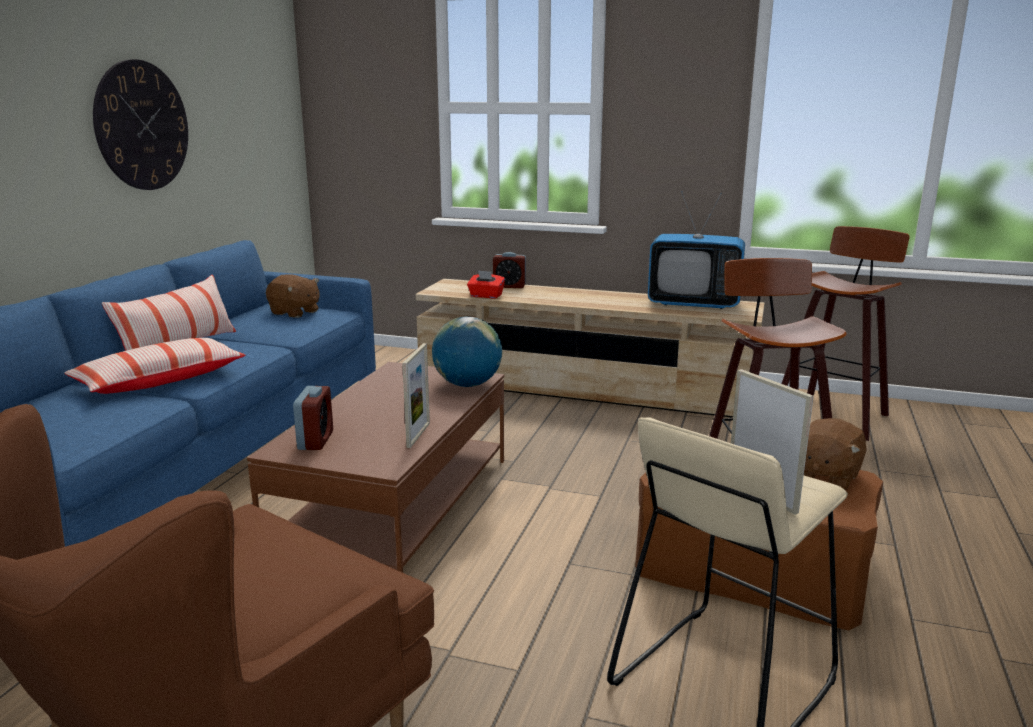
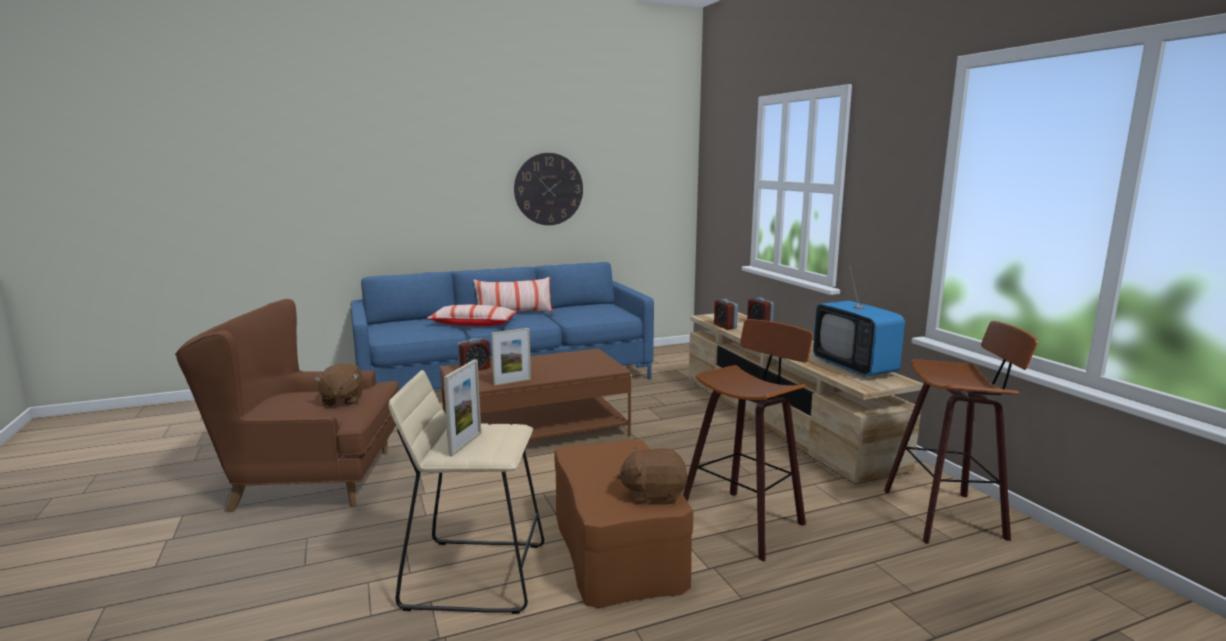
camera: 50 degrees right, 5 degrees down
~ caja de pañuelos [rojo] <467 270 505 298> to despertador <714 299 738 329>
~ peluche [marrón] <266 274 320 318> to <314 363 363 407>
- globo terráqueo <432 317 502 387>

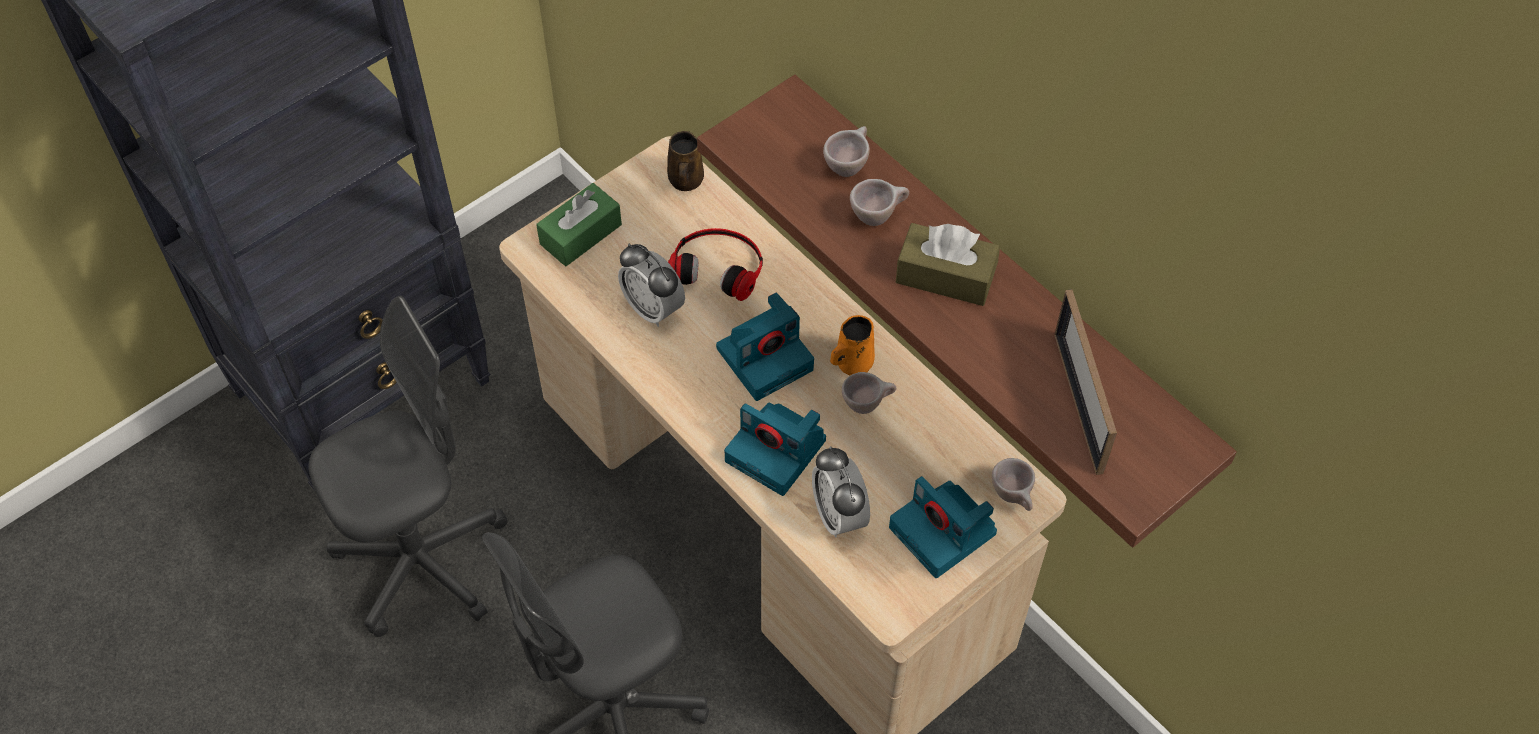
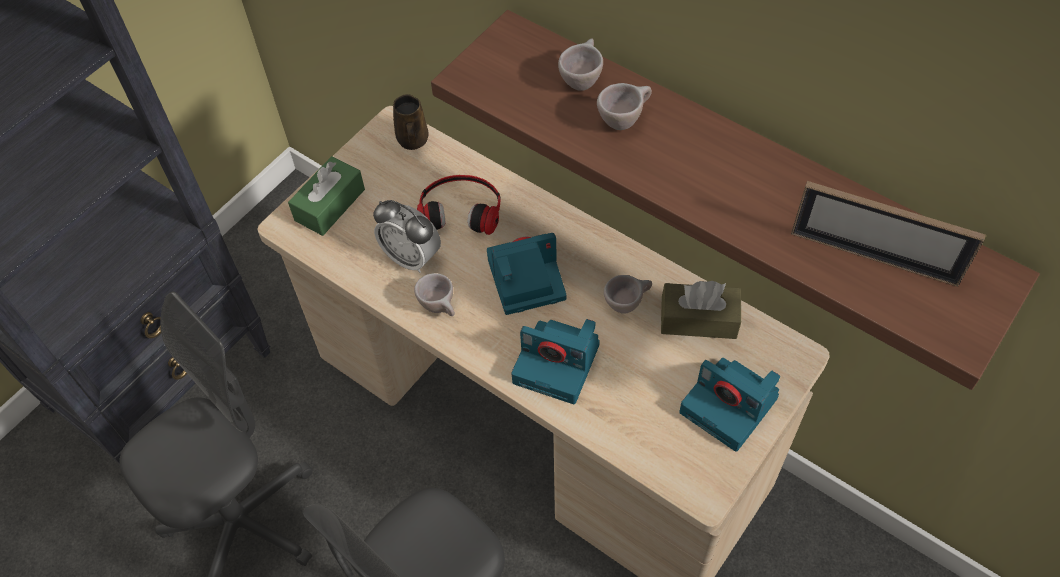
camera: 10 degrees left, 0 degrees up
~ caja de pañuelos [marrón] <896 223 1000 306> to <661 281 741 339>
~ portarretratos <1054 289 1117 475> = <791 181 986 287> 45 degrees counterclockwise
~ cámara <716 293 814 401> = <487 233 566 315> 150 degrees counterclockwise
- taza grande [naranja] <830 315 875 375>
- despertador <812 446 870 537>
~ taza [beis] <992 458 1035 511> to <414 273 455 316>

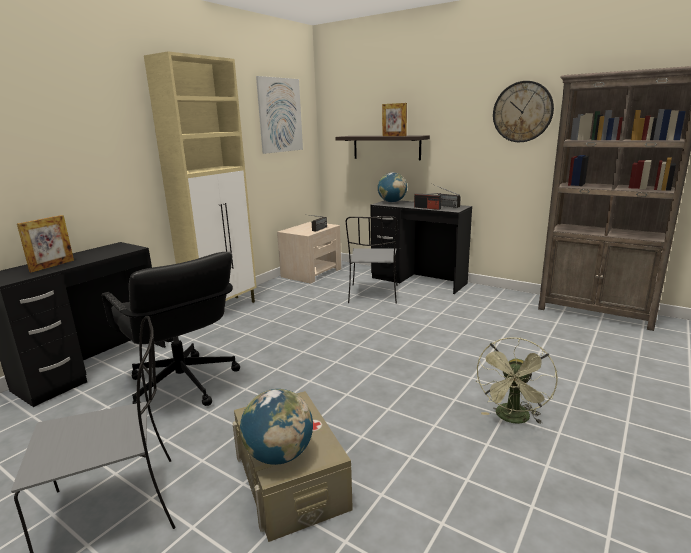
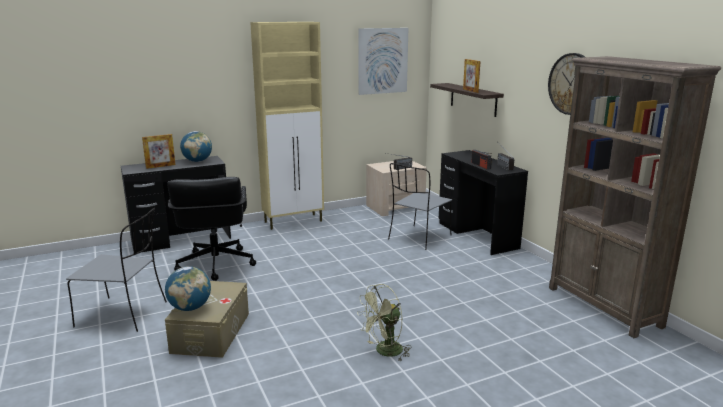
camera: 30 degrees right, 0 degrees up
~ globo terráqueo <378 173 407 202> to <180 131 212 162>

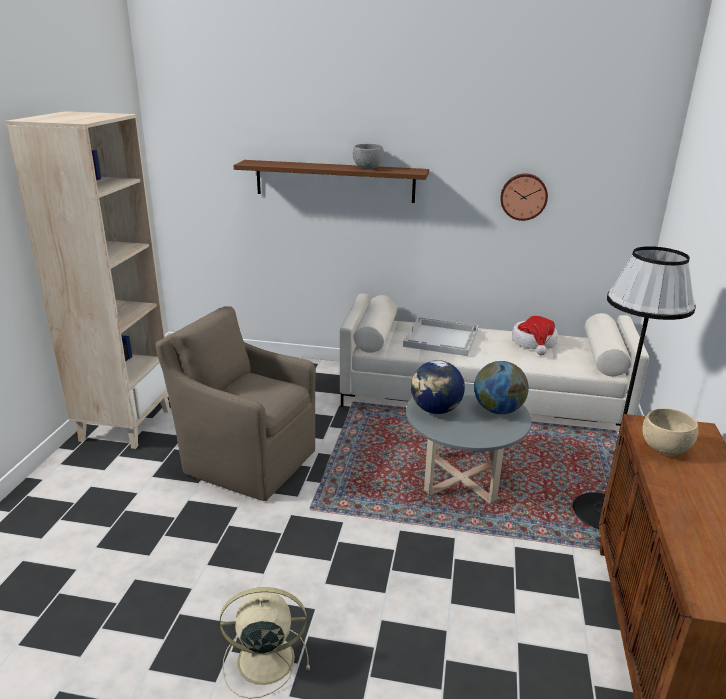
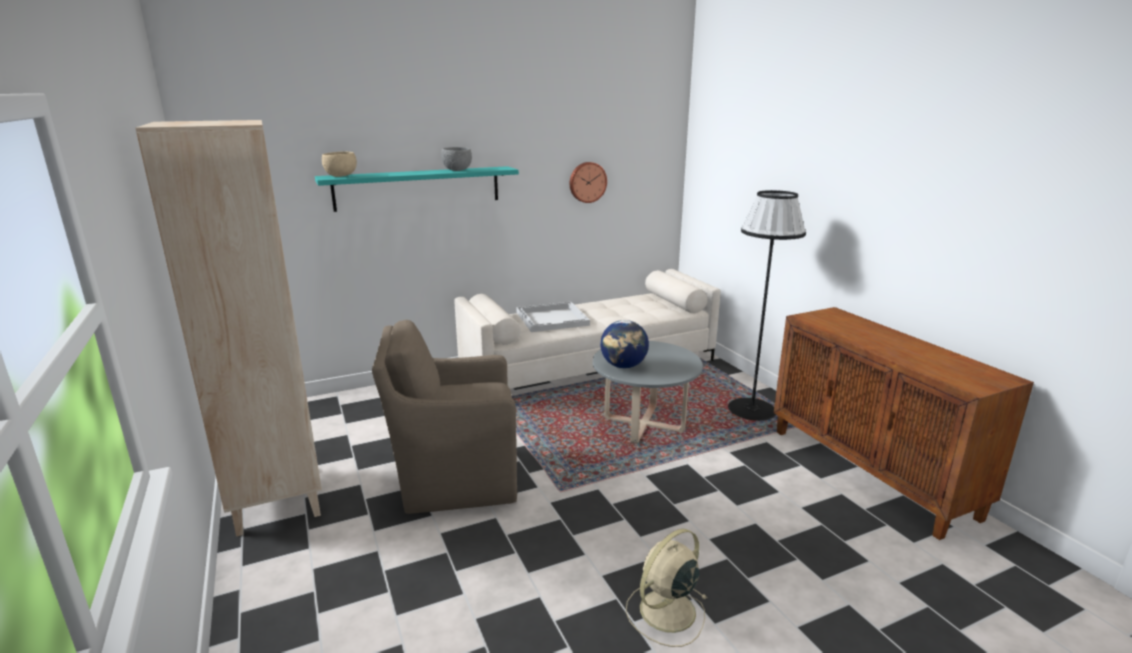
camera: 35 degrees left, 5 degrees down
~ estante [marrón] <233 160 429 203> to estante [turquesa] <315 166 519 212>
- sombrero <512 316 558 355>
- globo terráqueo <474 361 529 414>
~ cuenco [beis] <642 408 699 455> to <322 152 357 177>

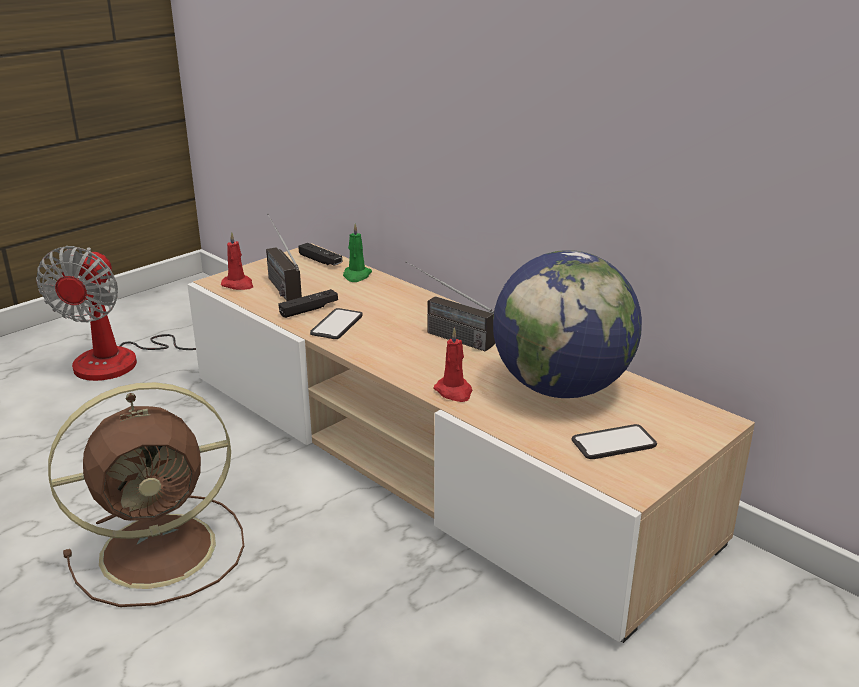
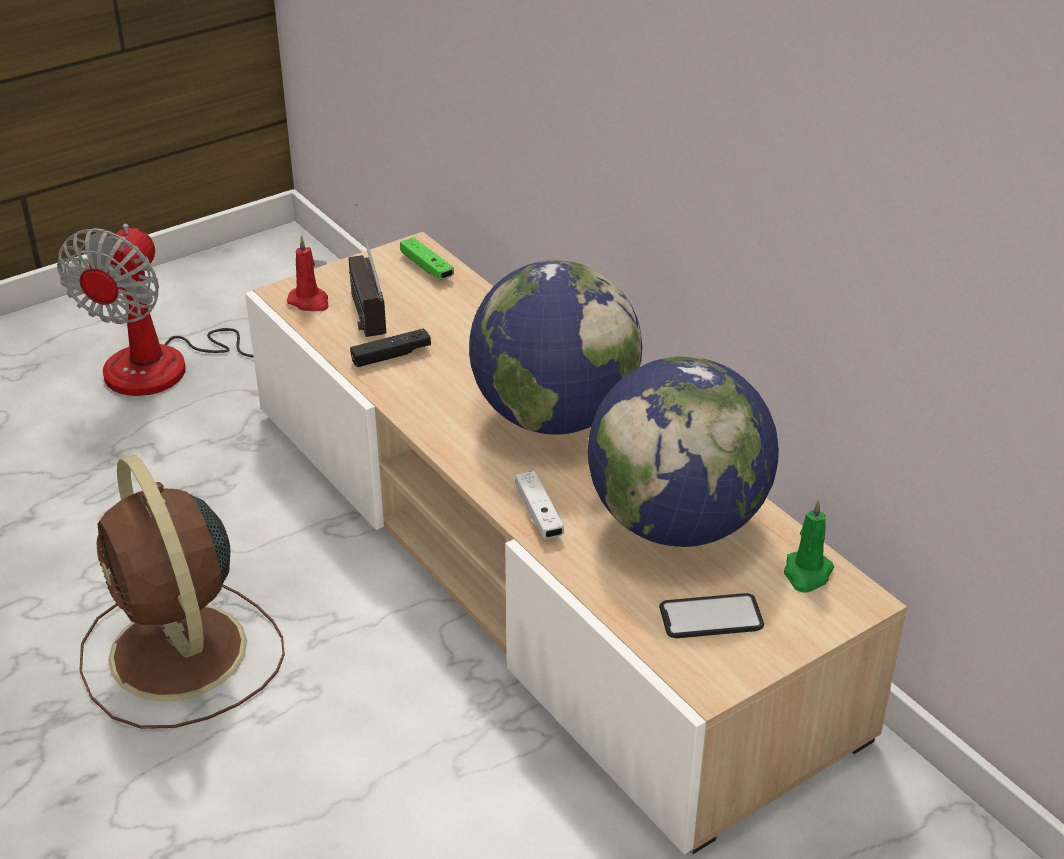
camera: 10 degrees right, 10 degrees up
~ vela [verde] <343 224 372 282> to <784 499 834 593>
~ mando de consola [negro] <298 243 342 266> to mando de consola [verde] <400 237 454 280>
~ radio <406 261 495 351> to globo terráqueo <469 260 642 435>
- móvil <310 308 363 339>
~ vela [rojo] <433 327 472 402> to mando de consola [blanco] <515 471 564 539>
~ ventilador [marrón] <48 382 244 607> = <79 455 285 729> 75 degrees clockwise

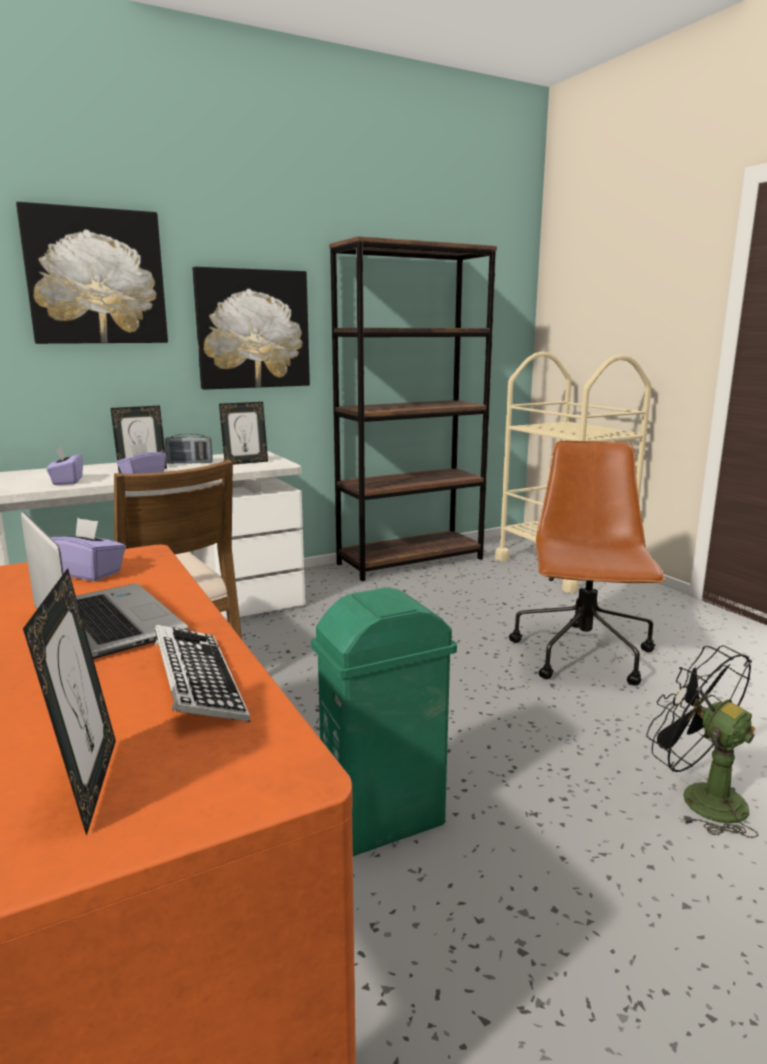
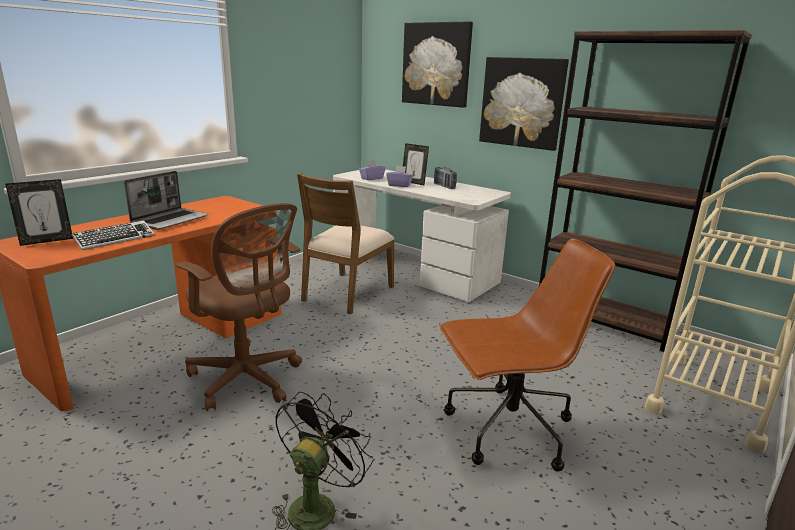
camera: 65 degrees right, 5 degrees up
- portarretratos <219 402 268 465>
- caja de pañuelos [morado] <51 518 126 581>
~ papelera [verde] <311 587 457 856> to silla de oficina [marrón] <176 203 302 411>

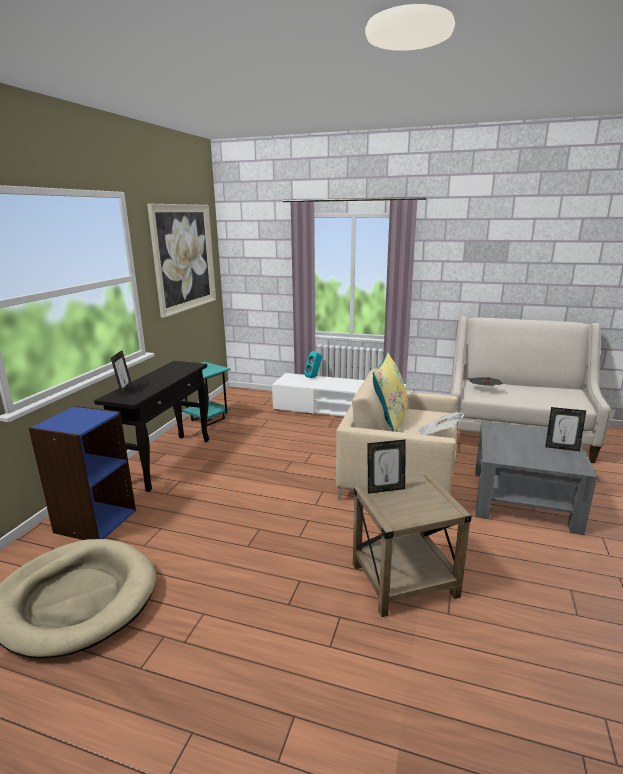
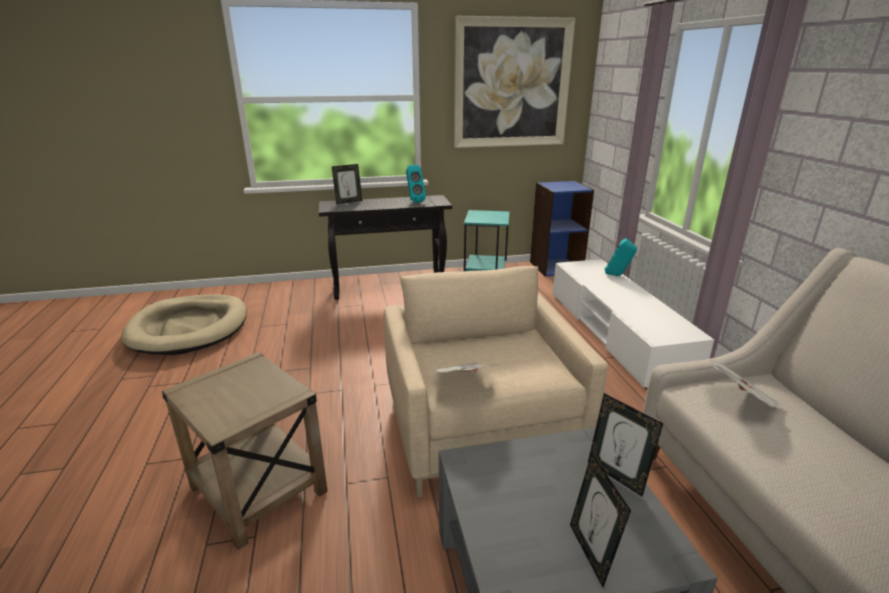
camera: 60 degrees right, 5 degrees up
- cojín [amarillo] <373 353 408 432>
~ estantería [azul] <28 406 136 540> to <530 181 594 277>
~ portarretratos <367 439 406 494> to <588 393 663 496>
+ altavoz [turquesa] <406 165 426 203>

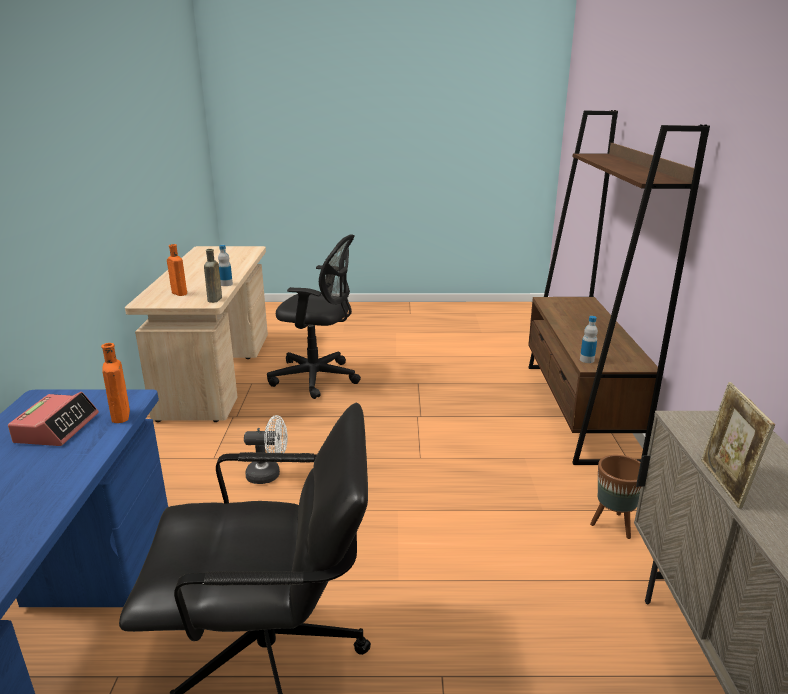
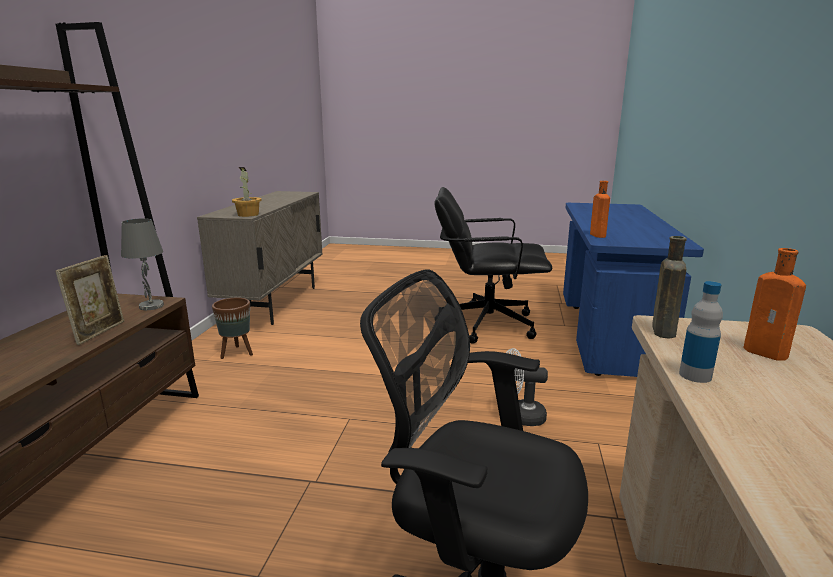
camera: 170 degrees left, 5 degrees down
~ botella <580 316 598 363> to lámpara de mesa [gris] <121 218 164 310>
~ portarretratos <701 382 775 509> to <56 255 124 345>
- despertador <8 392 99 446>
+ planta en maceta <232 167 262 217>

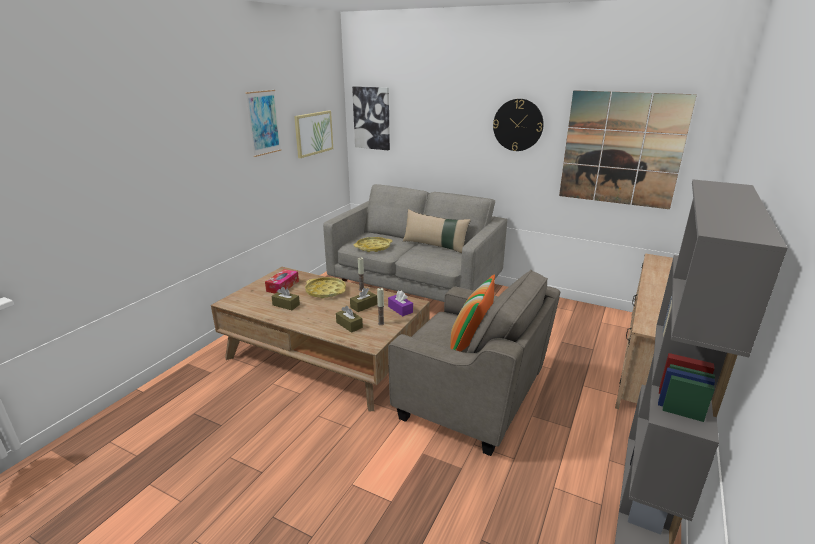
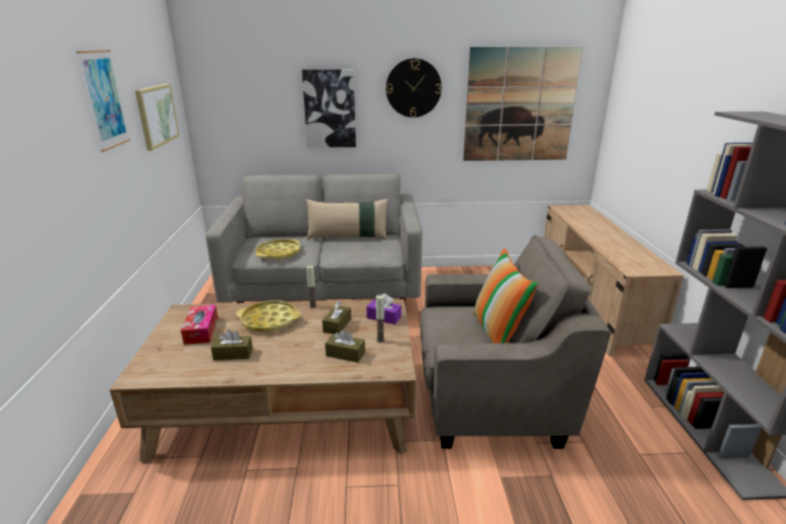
camera: 30 degrees left, 0 degrees up
~ cuadro <352 86 390 150> to <302 69 356 148>

